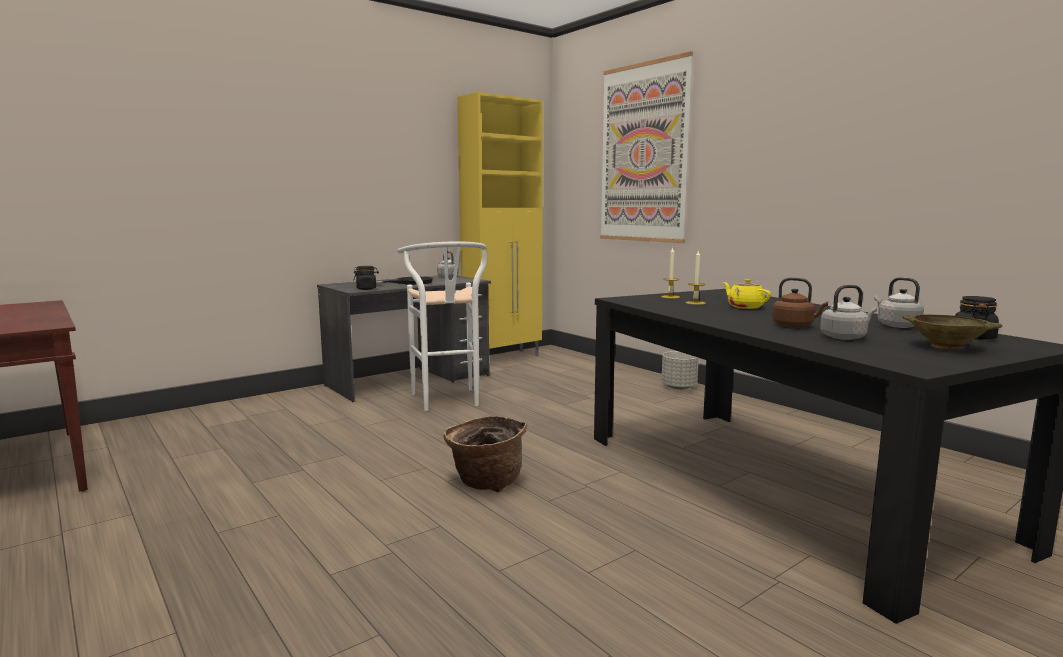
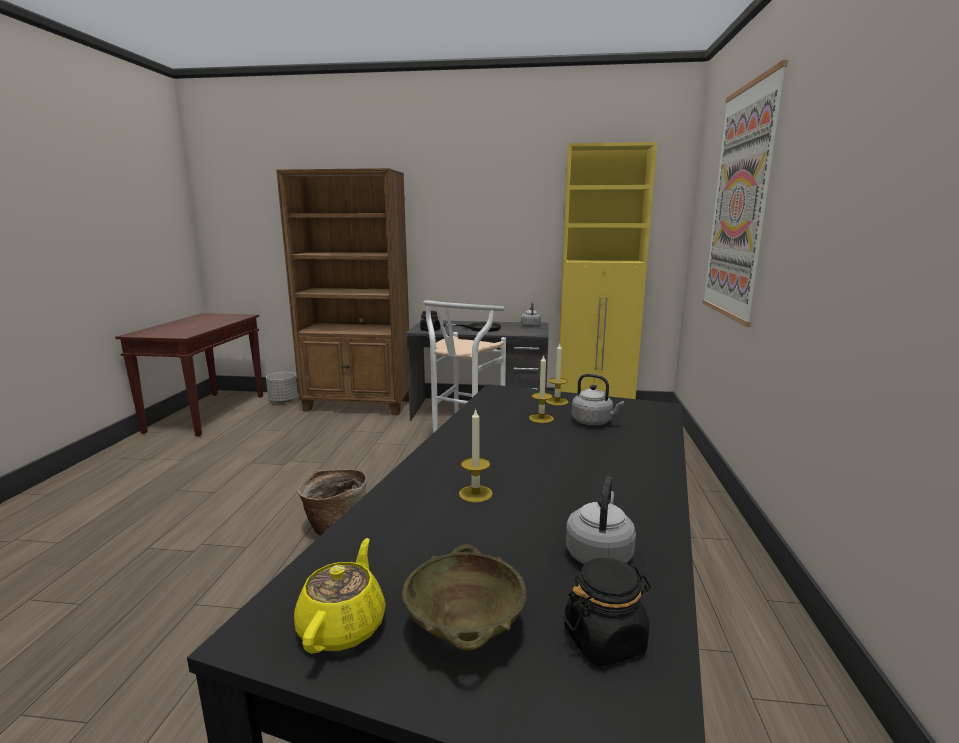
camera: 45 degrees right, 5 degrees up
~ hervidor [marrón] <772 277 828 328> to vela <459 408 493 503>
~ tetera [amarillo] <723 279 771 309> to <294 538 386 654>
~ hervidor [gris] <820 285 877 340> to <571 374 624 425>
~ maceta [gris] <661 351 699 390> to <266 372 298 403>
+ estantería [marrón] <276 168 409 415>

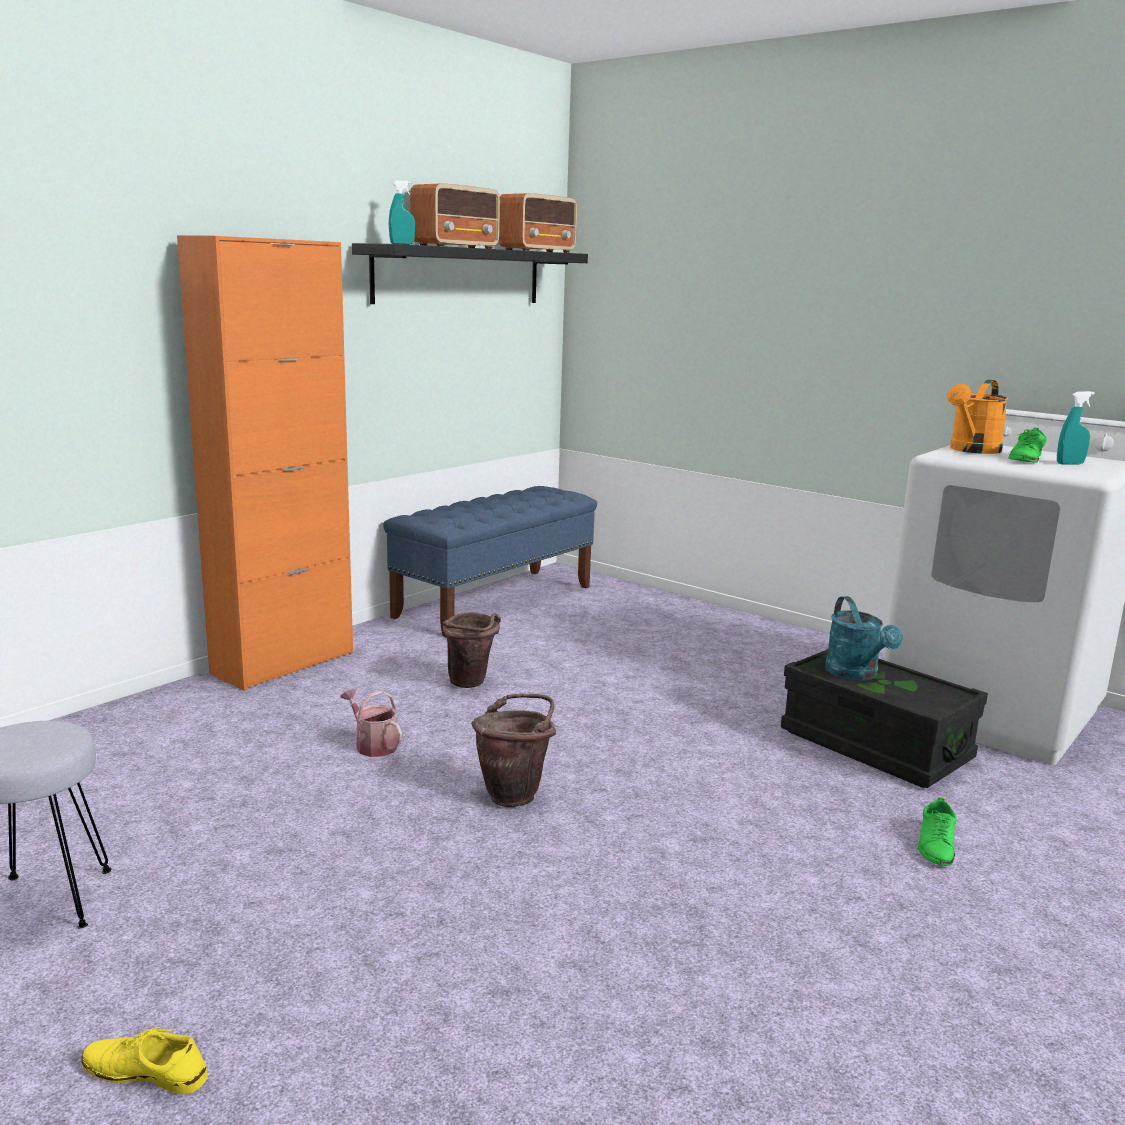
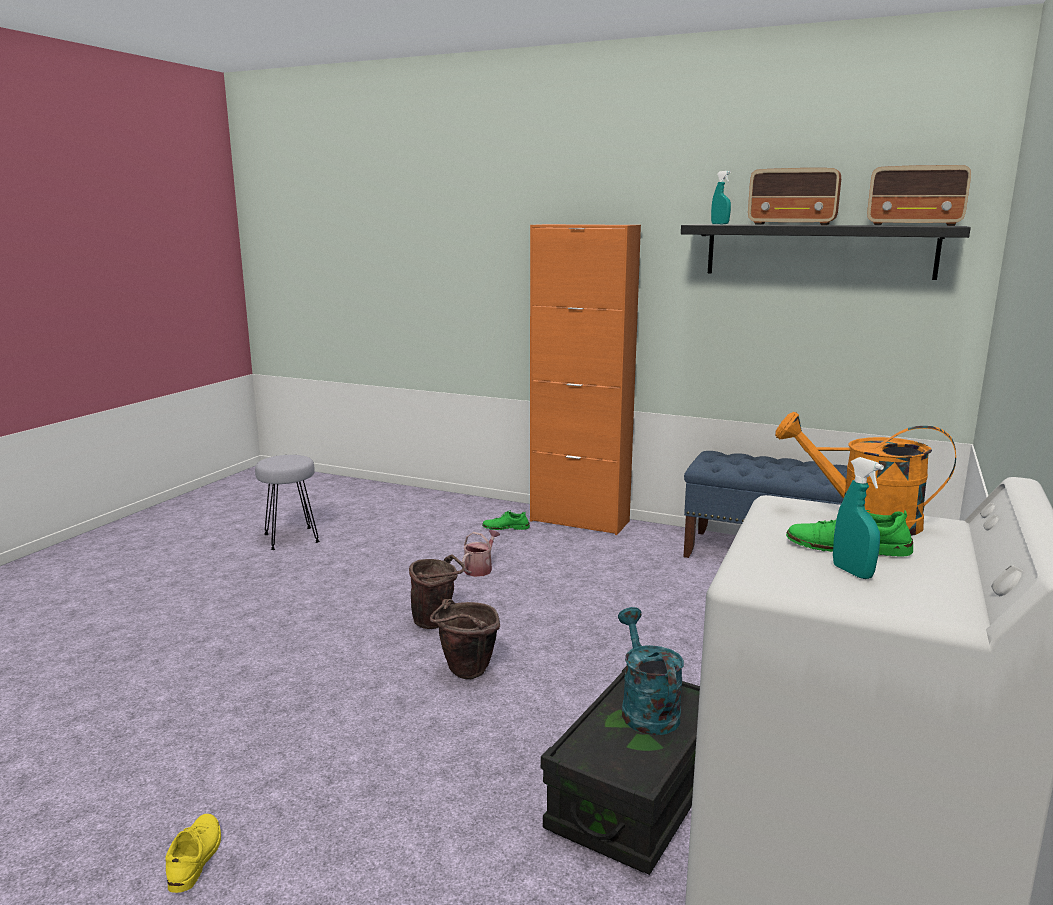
camera: 75 degrees right, 0 degrees up
~ regadera [turquesa] <825 596 903 681> = <618 607 684 735> 105 degrees clockwise
~ cubo [marrón] <443 612 501 688> to <430 599 500 679>
~ zapato [verde] <918 798 957 866> to <482 510 530 530>
~ zapato [amarillo] <81 1027 208 1094> to <165 814 221 893>

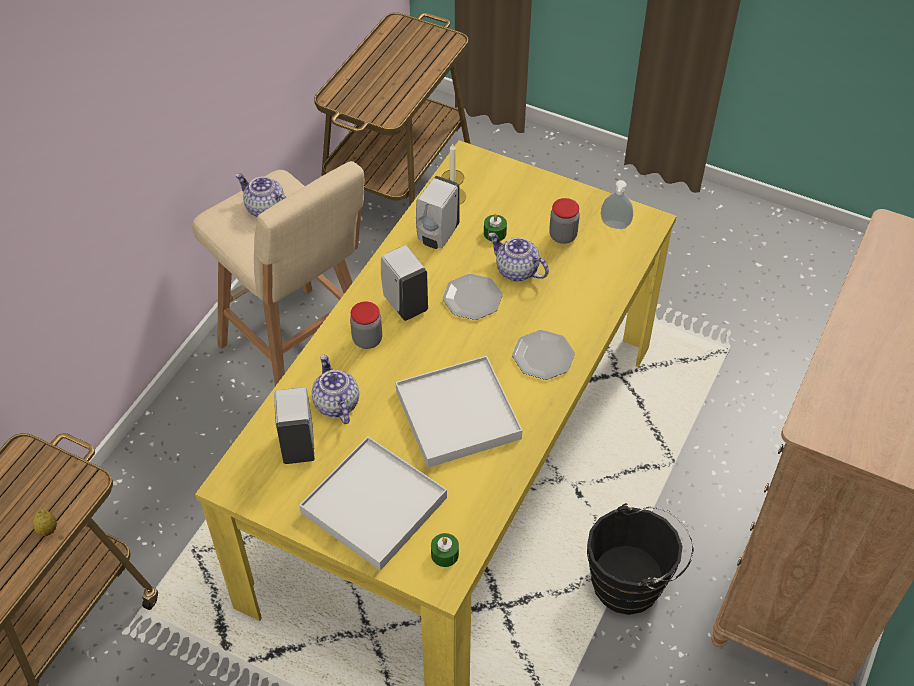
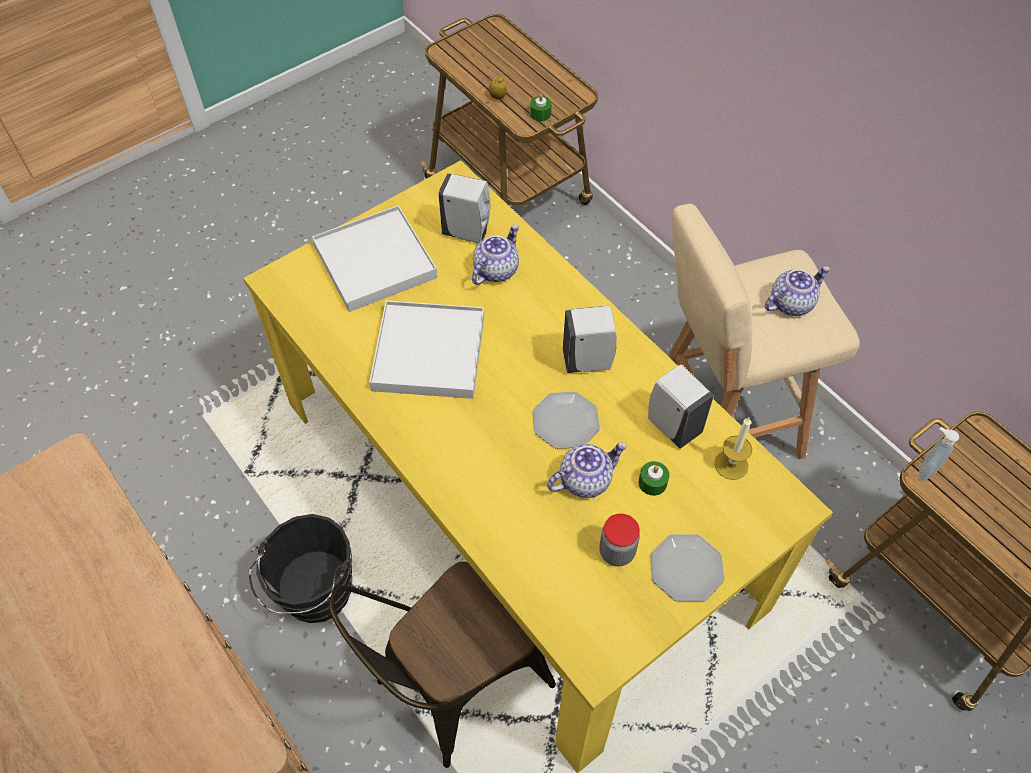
camera: 115 degrees right, 5 degrees up
~ dispensador de jabón <601 180 633 229> to <918 427 959 480>
- tarro <350 301 382 349>
~ plato <512 330 575 380> to <650 534 724 601>
~ tetera <312 354 359 424> = <472 225 519 285> 60 degrees counterclockwise
~ vela [verde] <431 533 459 567> to <530 94 552 122>
+ silla [marrón] <329 562 556 768>

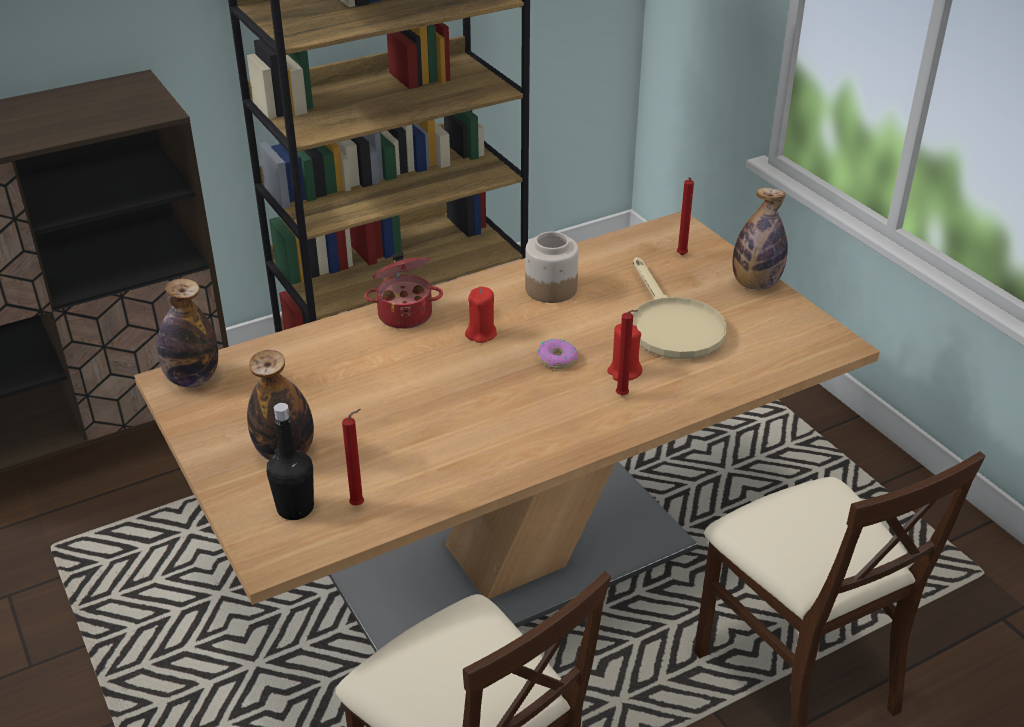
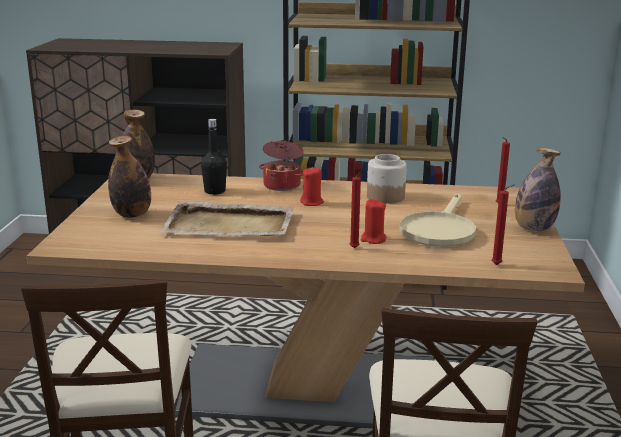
camera: 35 degrees right, 15 degrees down
- rosquilla <537 339 578 369>
~ botella [negro] <267 403 314 520> to <201 119 227 195>
~ vela [rojo] <342 409 364 505> to <492 185 514 265>
+ bandeja [beis] <159 202 294 236>

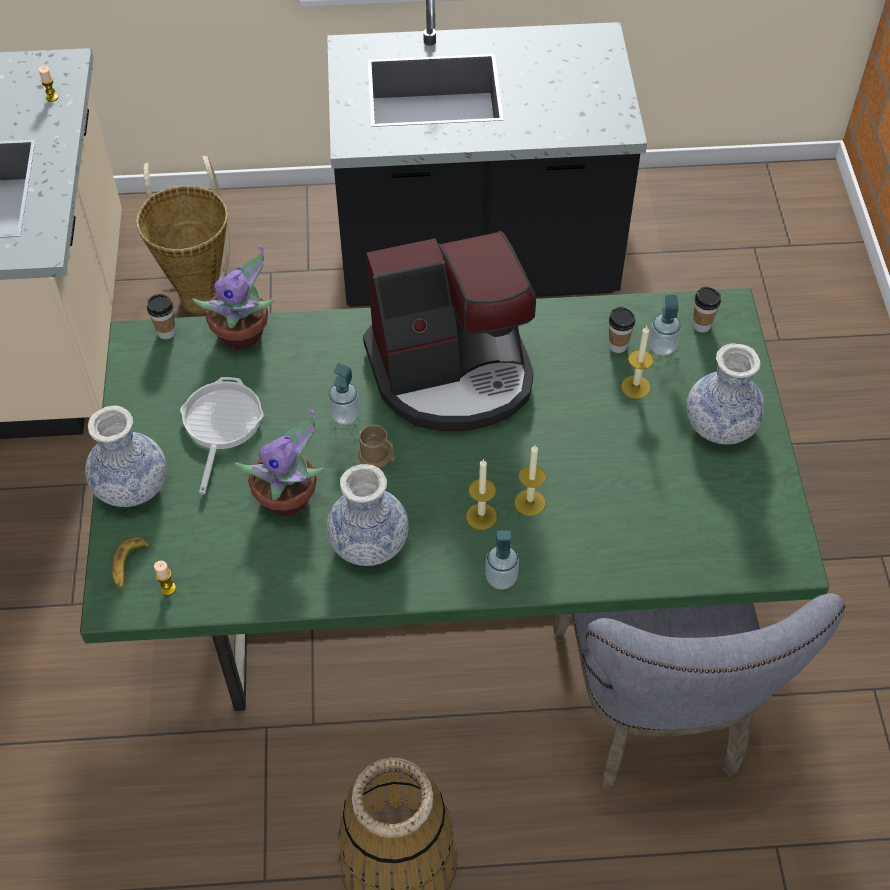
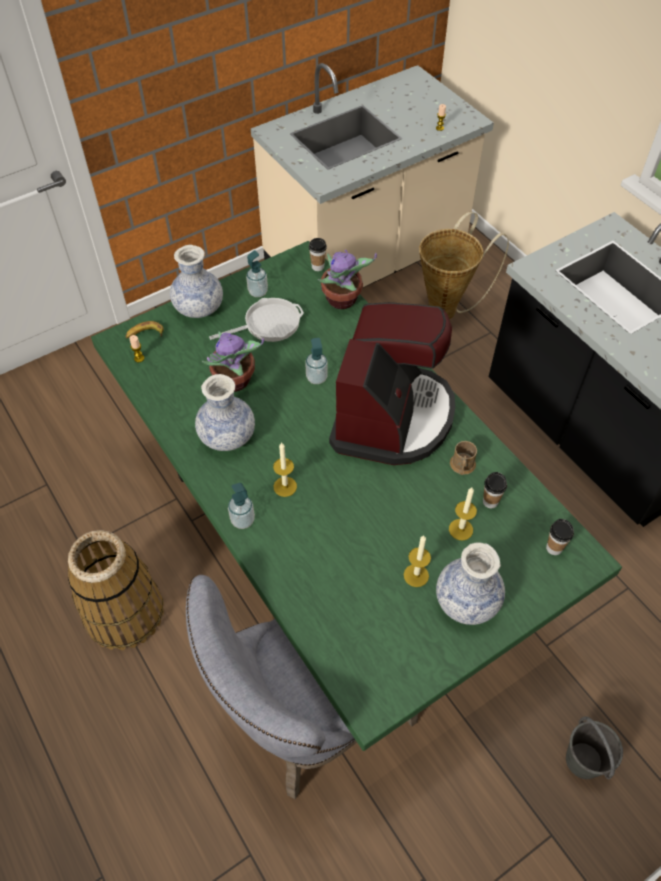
camera: 60 degrees right, 0 degrees up
~ cafetera <363 231 536 431> = <329 302 455 465> 120 degrees counterclockwise
~ dispensador de jabón <649 295 681 356> to <246 250 268 297>
~ taza grande [marrón] <358 425 395 468> to <450 441 477 475>
~ vela <515 445 546 516> to <404 536 431 587>
+ cubo [gris] <566 716 623 779>

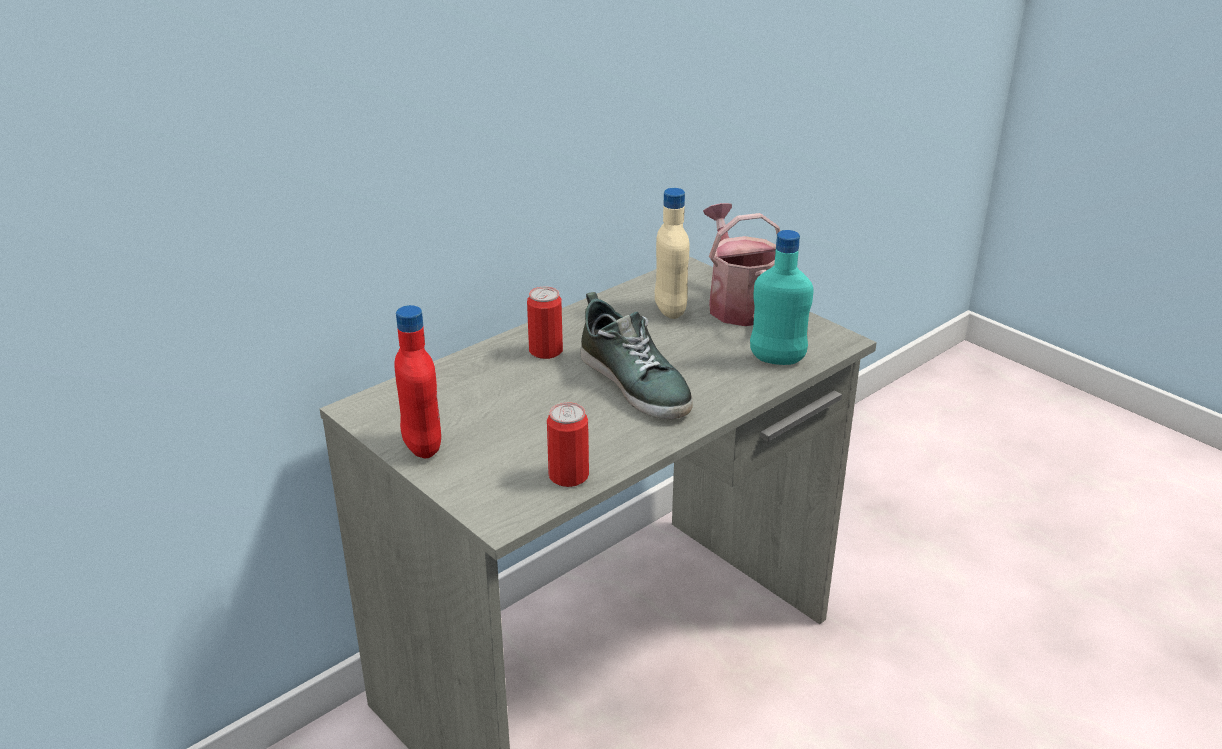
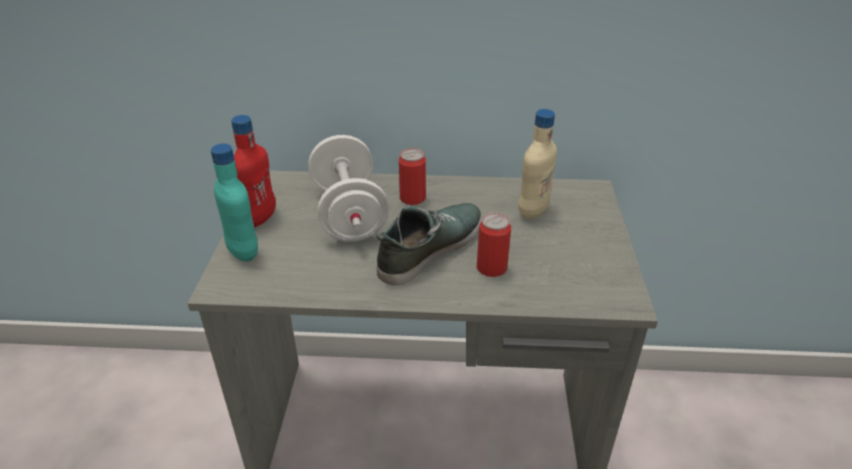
camera: 45 degrees right, 5 degrees up
- regadera <703 203 780 326>
~ botella [turquesa] <750 230 813 365> to <211 144 258 262>
~ zapato <581 292 693 419> = <376 203 482 285> 150 degrees counterclockwise
~ lata <547 402 589 487> to <477 213 511 277>
+ mancuerna [blanco] <308 135 389 242>

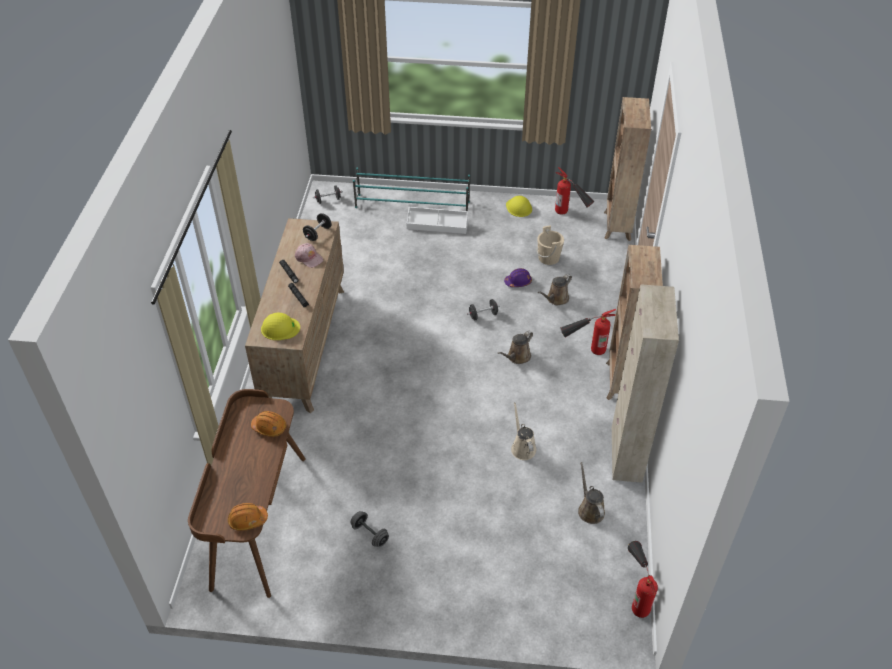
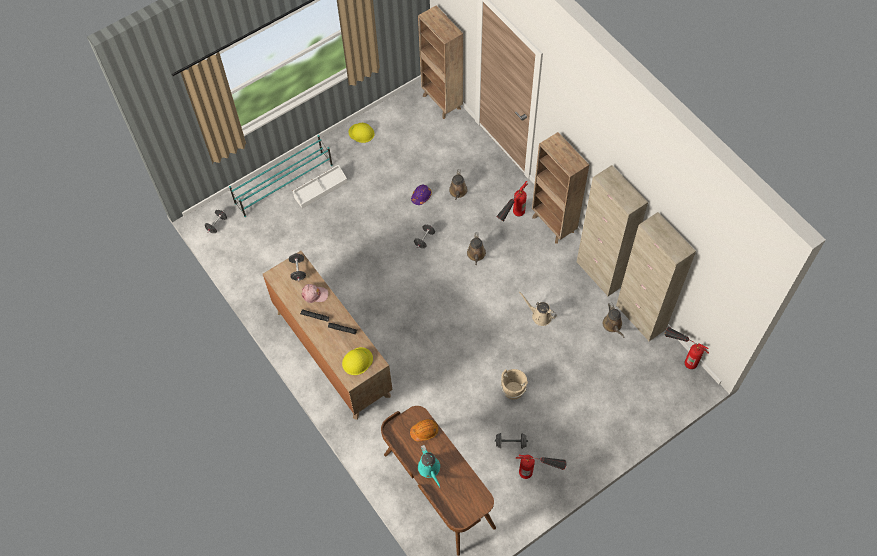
camera: 40 degrees left, 15 degrees up
~ extintor <555 167 595 215> to <516 455 567 479>
~ cubo [beis] <537 226 564 265> to <501 369 528 400>
~ regadera [marrón] <578 462 605 524> = <603 303 625 338> 135 degrees counterclockwise
- casco [naranja] <228 503 268 531>
+ armario [beis] <616 212 696 341>
+ regadera [turquesa] <418 445 441 488>

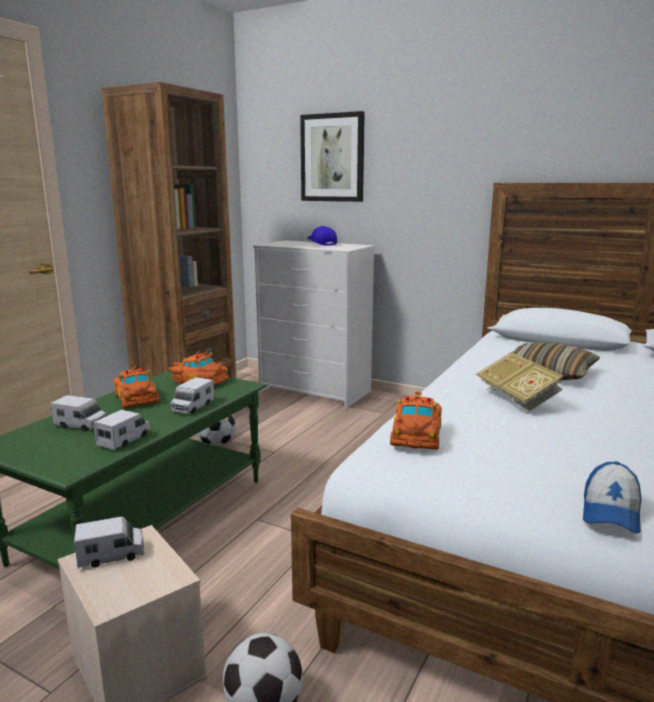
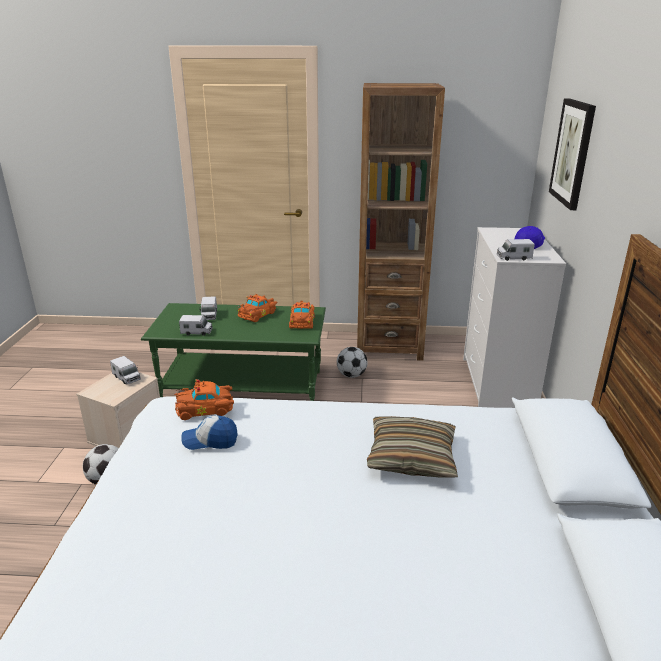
camera: 65 degrees right, 10 degrees up
- libro <476 352 564 413>
~ camión de juguete <171 377 215 414> to <496 239 535 261>
~ gorra <583 461 641 534> to <181 415 238 450>

